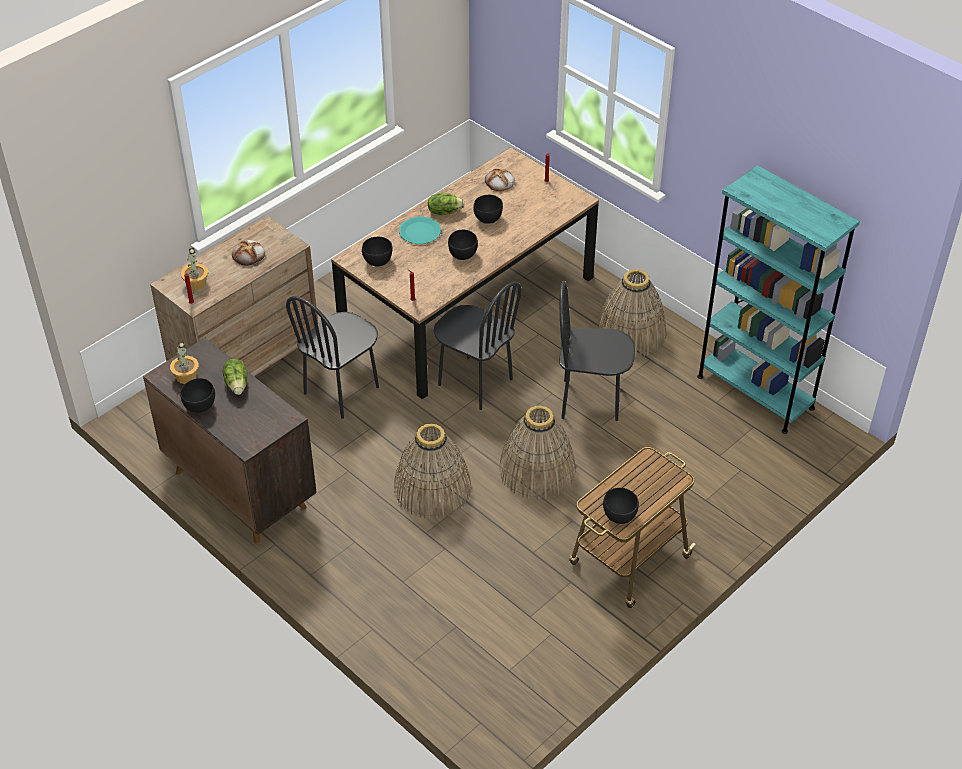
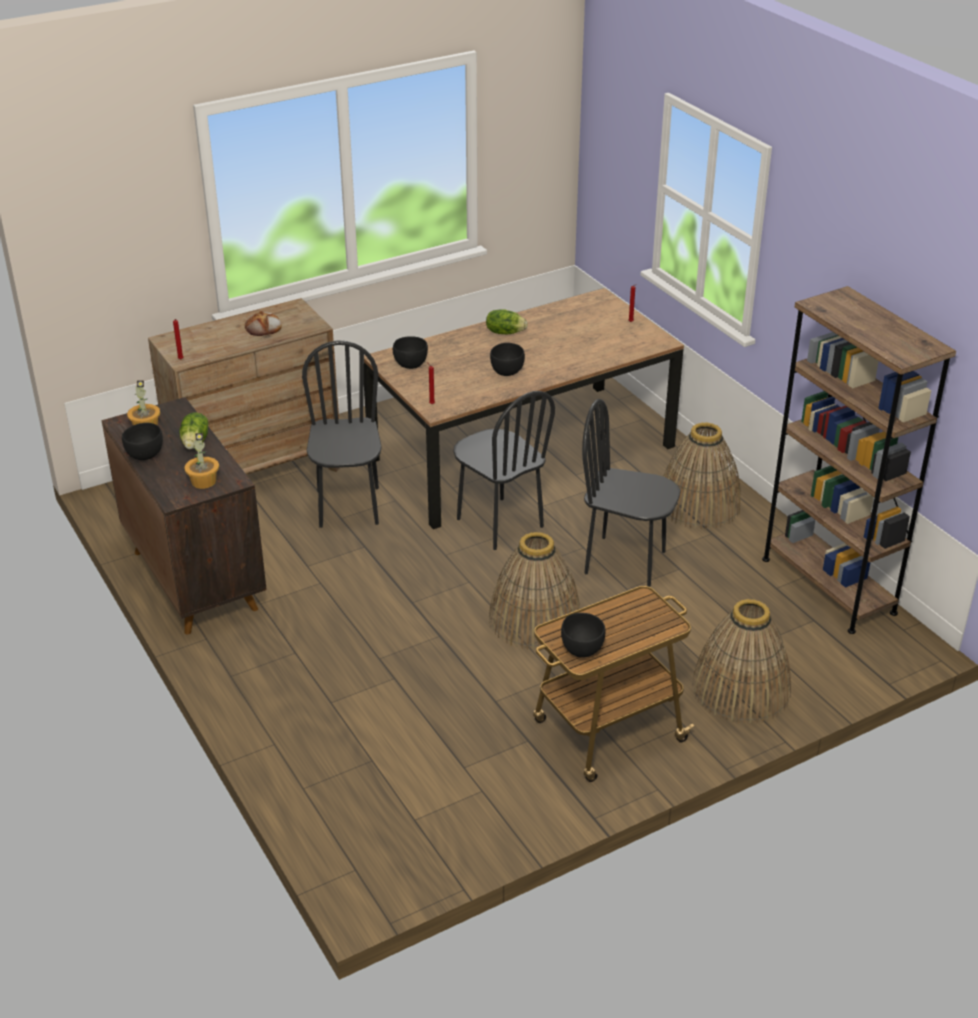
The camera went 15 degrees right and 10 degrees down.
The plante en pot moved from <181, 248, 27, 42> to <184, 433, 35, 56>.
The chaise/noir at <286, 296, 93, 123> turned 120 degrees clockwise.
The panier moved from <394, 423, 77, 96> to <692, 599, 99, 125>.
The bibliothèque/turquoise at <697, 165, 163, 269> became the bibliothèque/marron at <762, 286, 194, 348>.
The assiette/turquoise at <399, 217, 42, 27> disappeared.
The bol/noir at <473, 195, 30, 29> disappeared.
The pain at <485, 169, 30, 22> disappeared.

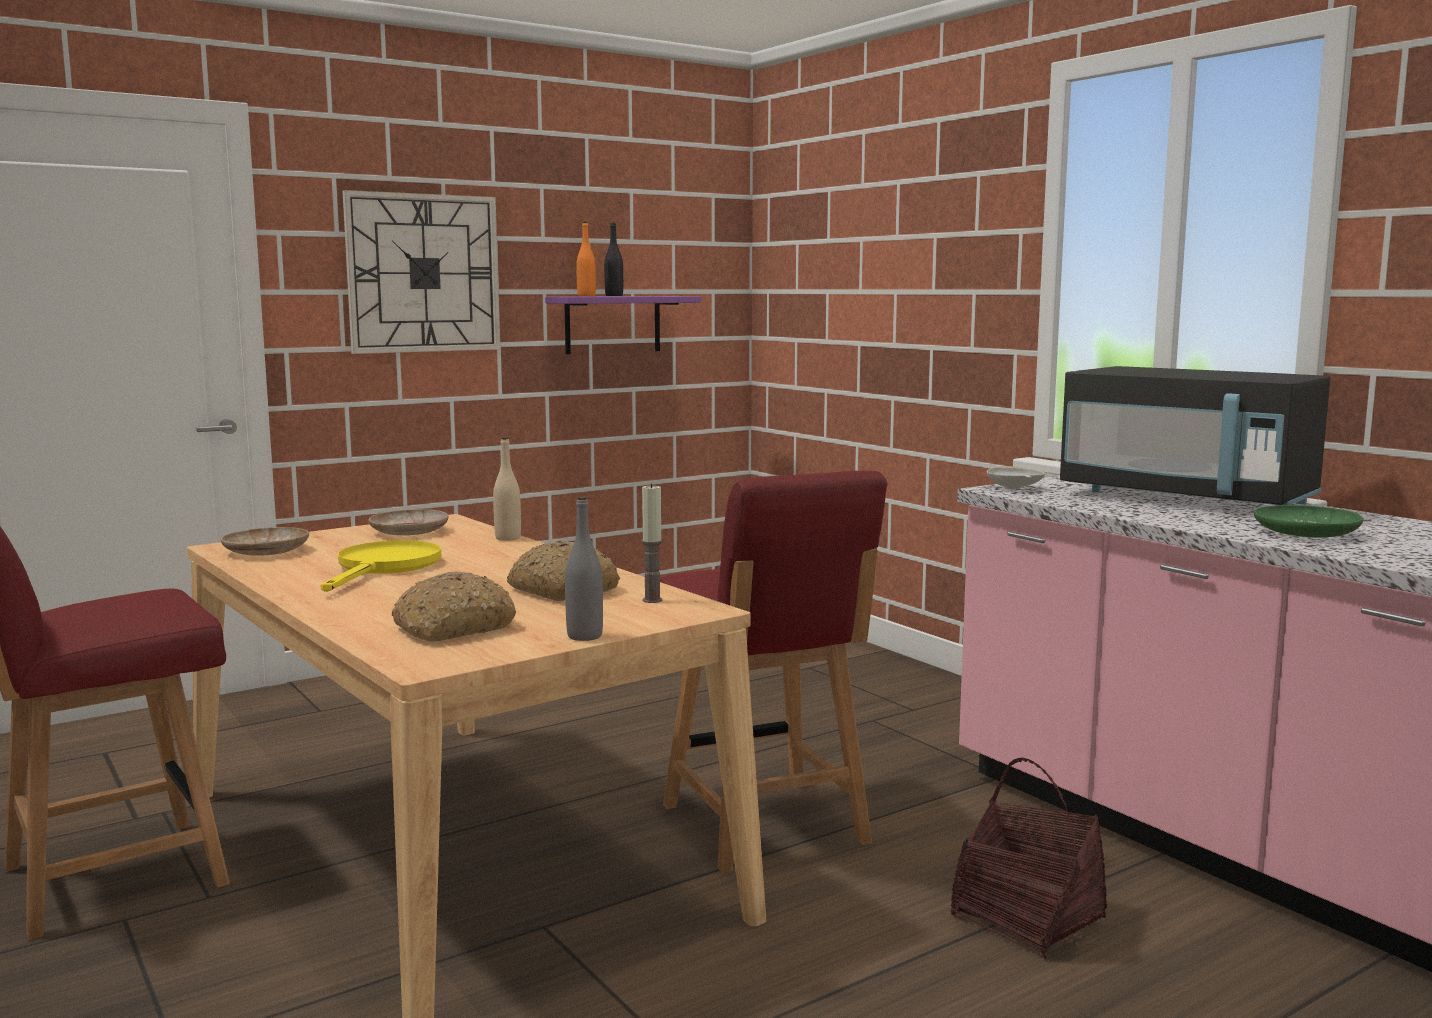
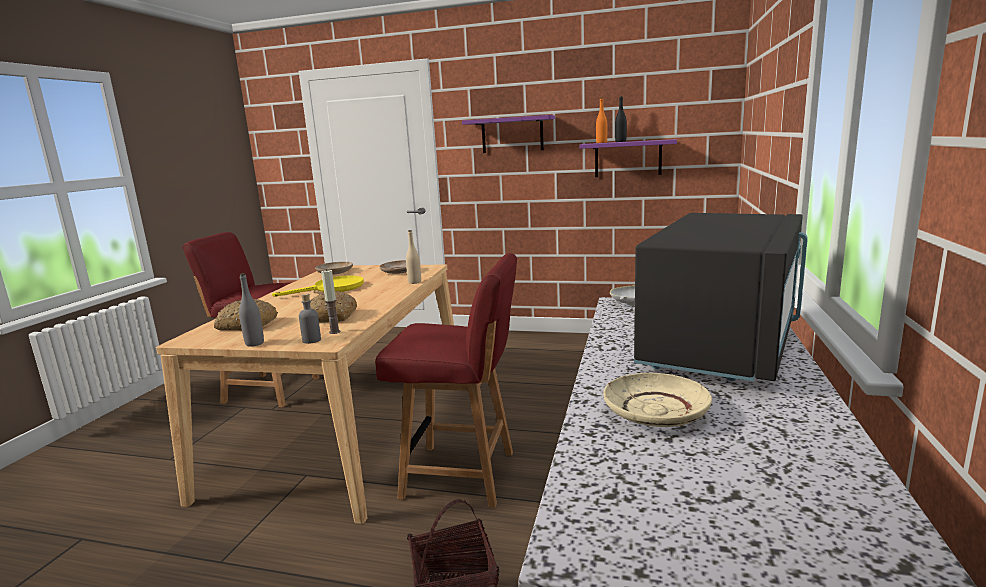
The camera went 50 degrees right and 5 degrees up.
The bouteille/gris at <299, 293, 22, 51> appeared.
The chaise/rouge at <660, 471, 227, 402> turned 105 degrees counterclockwise.
The horloge murale at <342, 190, 158, 164> was replaced by the étagère/violet at <462, 115, 93, 38>.
The assiette/vert at <1254, 505, 109, 33> became the assiette/beige at <603, 373, 109, 54>.
The micro-ondes/noir at <1060, 366, 270, 139> turned 150 degrees counterclockwise.

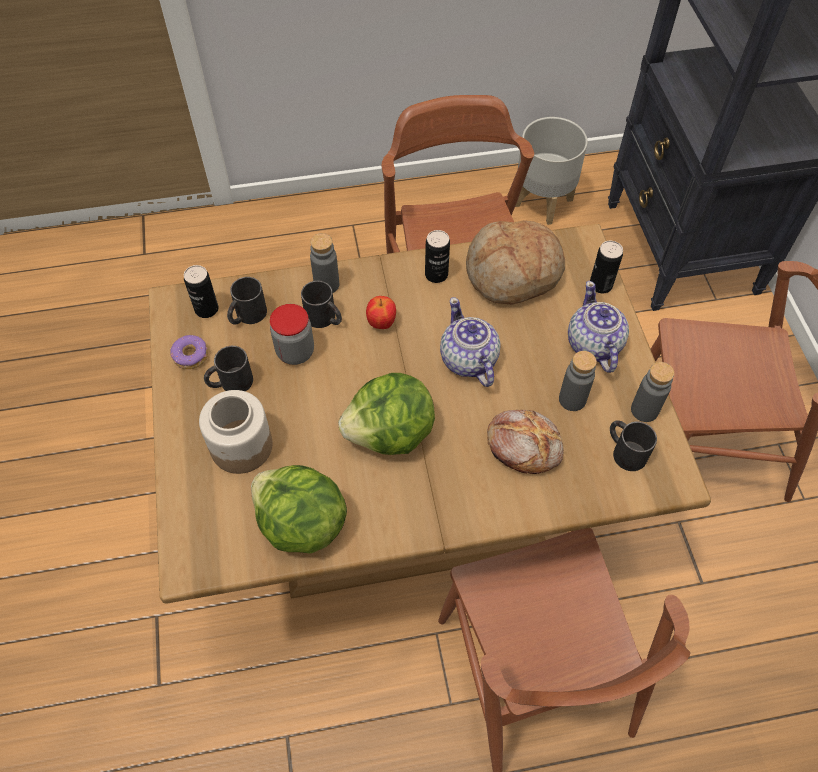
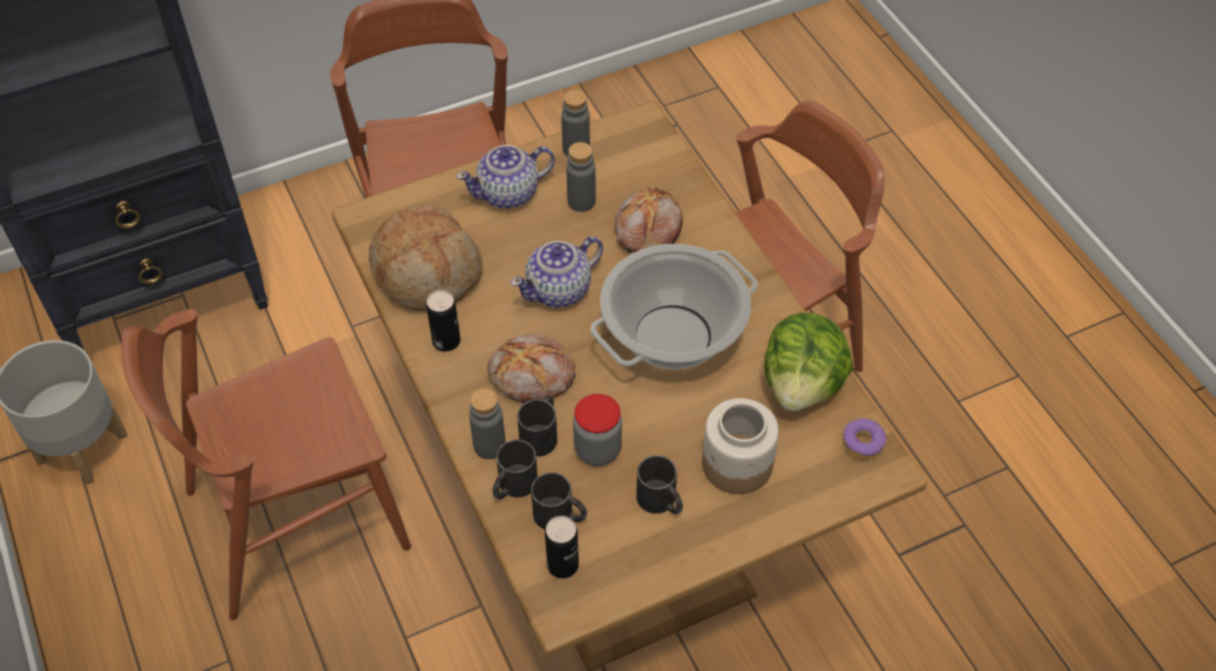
The camera went 105 degrees left and 5 degrees down.
The pomme at <366, 296, 30, 33> was replaced by the pain at <487, 334, 88, 69>.
The mug/noir moved from <610, 420, 47, 51> to <493, 439, 45, 60>.
The laitue at <338, 373, 97, 82> was replaced by the marmite at <590, 244, 168, 125>.
The beignet moved from <170, 335, 38, 34> to <842, 418, 45, 42>.
The boîte métallique at <590, 241, 33, 52> disappeared.

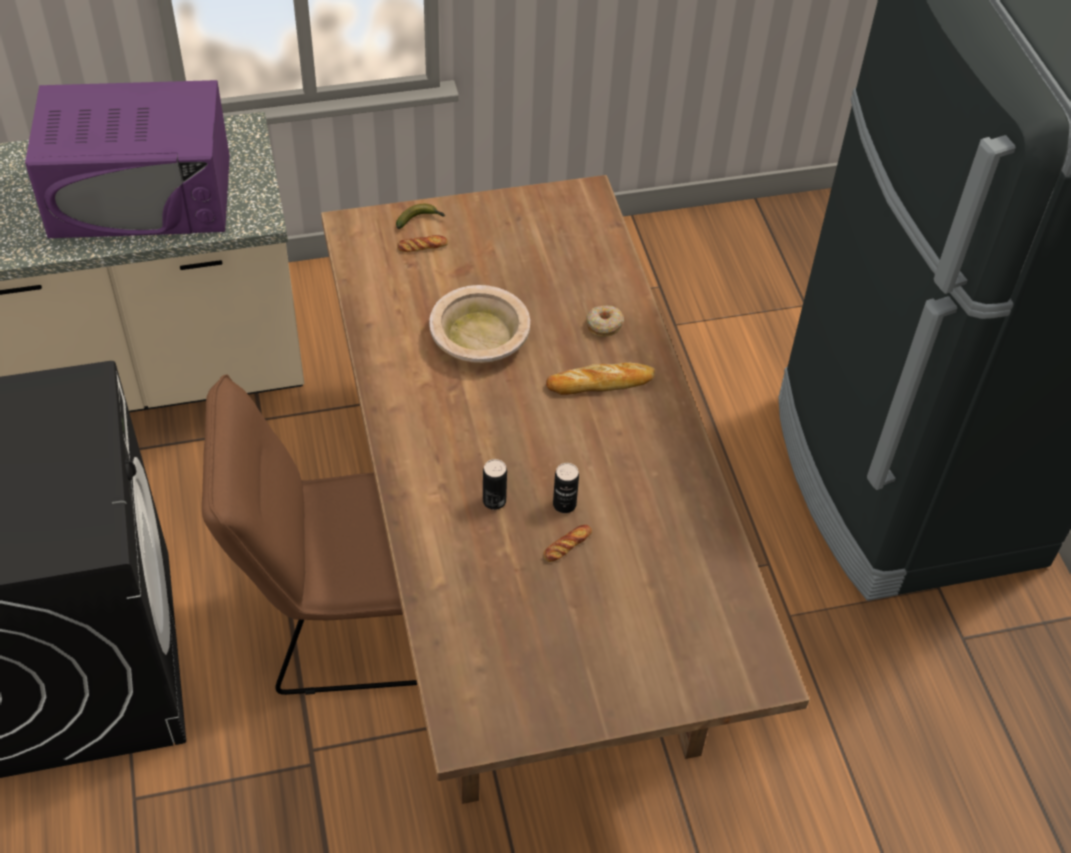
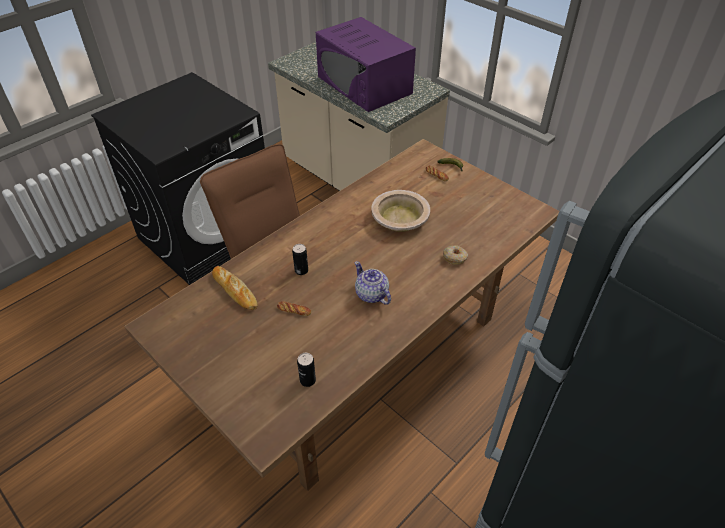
The camera went 60 degrees right and 5 degrees down.
The pain moved from <546, 363, 109, 32> to <212, 266, 46, 44>.
The boîte métallique moved from <553, 463, 26, 50> to <297, 353, 19, 34>.
The théière at <355, 261, 36, 44> appeared.

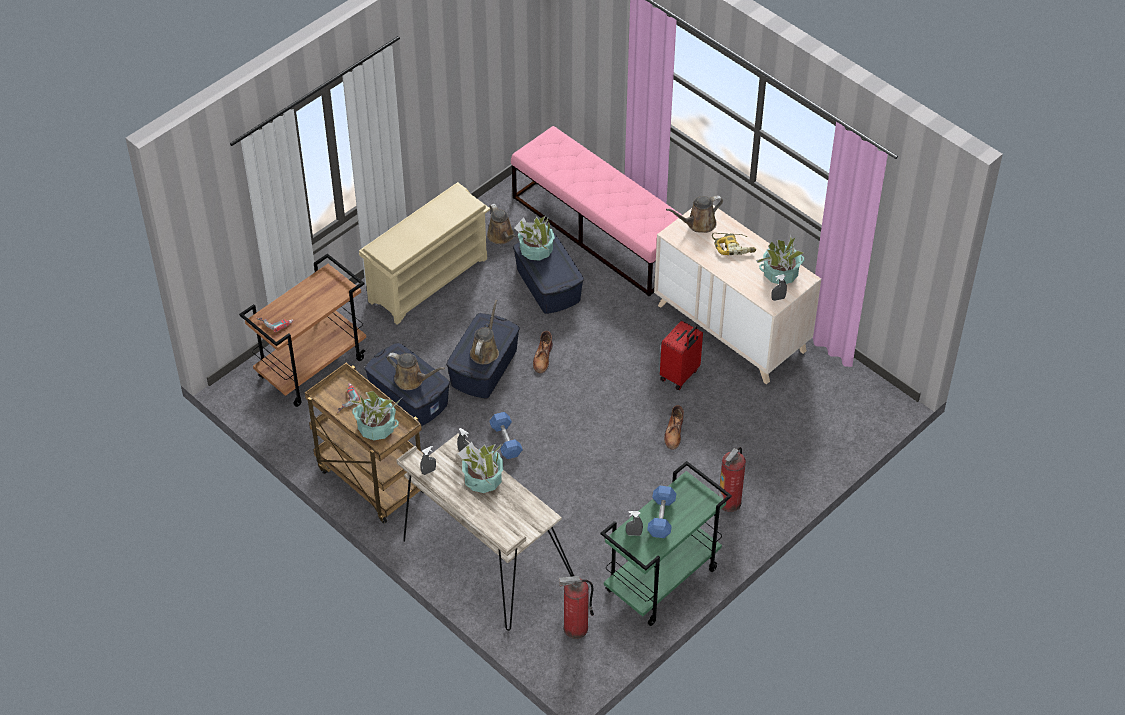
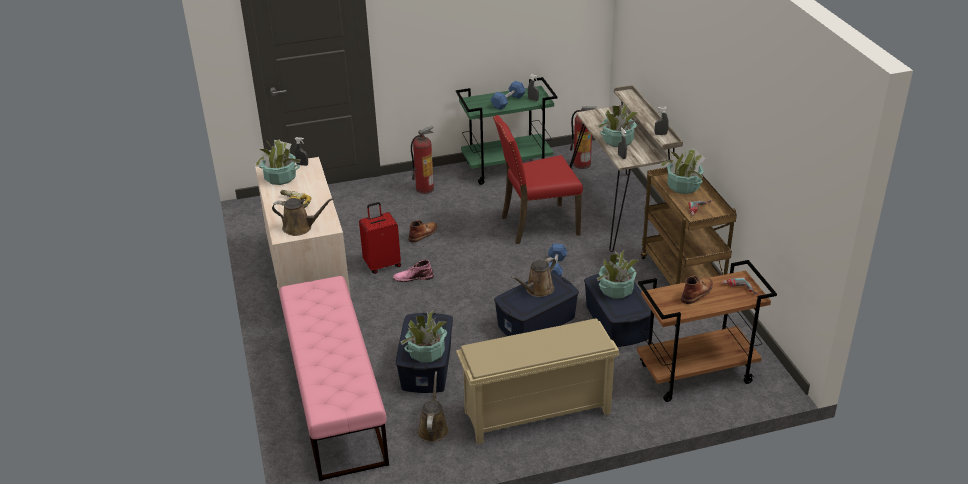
The camera went 150 degrees left and 15 degrees down.
The botte/rose at <393, 260, 41, 22> appeared.
The chaise/rouge at <493, 115, 90, 129> appeared.
The arrosoir/marron at <387, 353, 58, 37> was replaced by the plante en pot at <597, 250, 42, 49>.
The botte/marron moved from <533, 331, 20, 42> to <681, 275, 32, 29>.

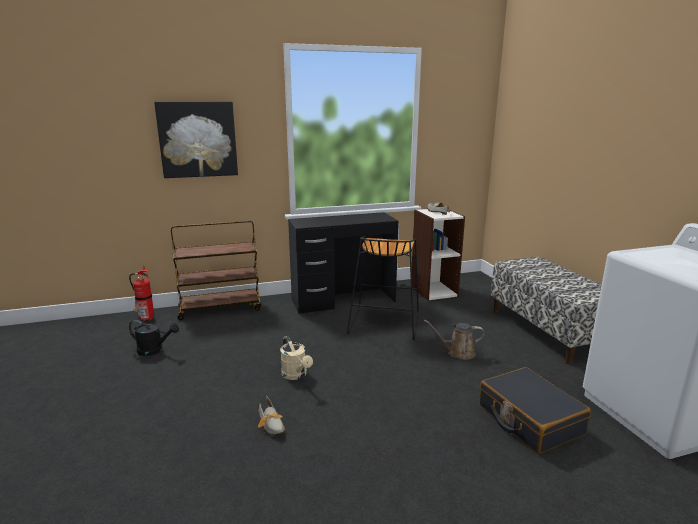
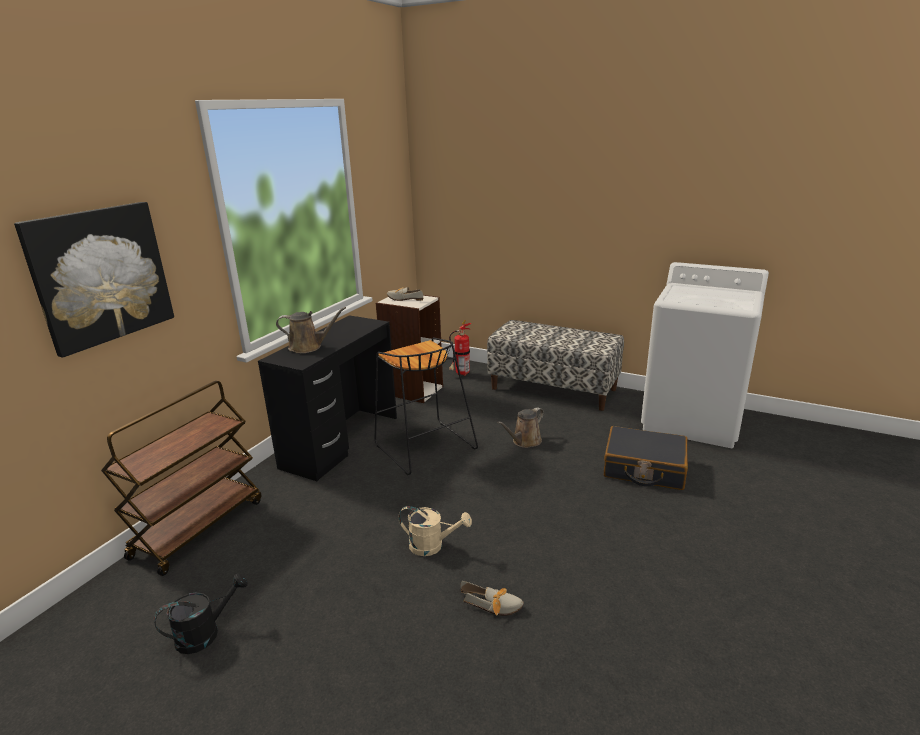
The camera went 45 degrees left and 5 degrees up.
The arrosoir/marron at <276, 307, 70, 46> appeared.
The extincteur moved from <129, 266, 25, 55> to <449, 320, 22, 56>.

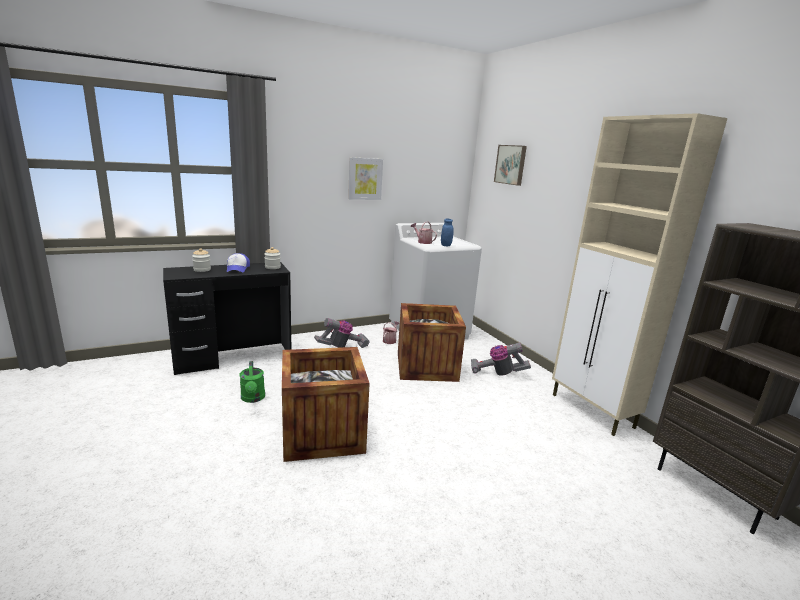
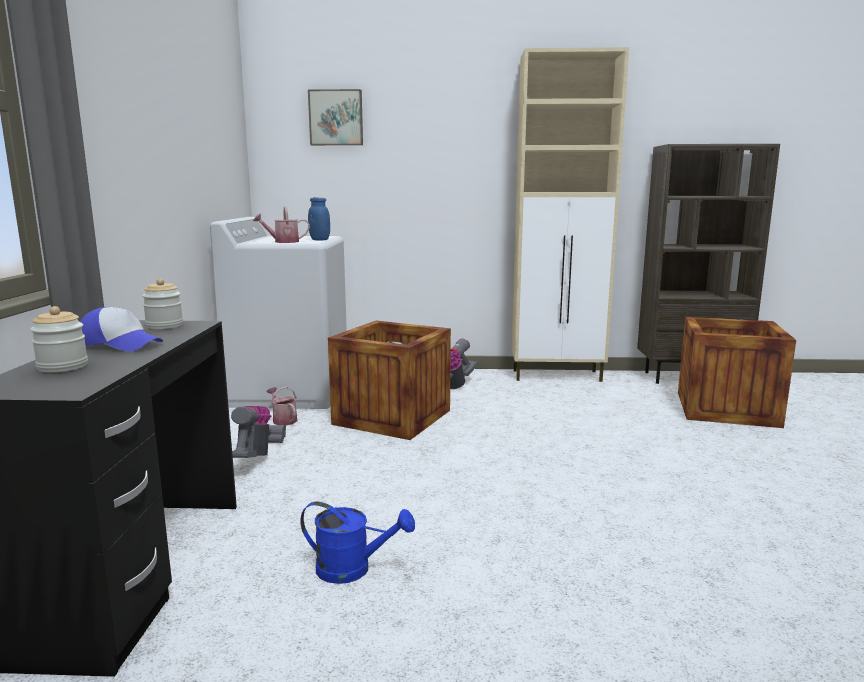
The camera went 60 degrees left and 5 degrees down.
The arrosoir/vert at <239, 361, 26, 42> became the arrosoir/bleu at <300, 501, 115, 83>.
The caisse moved from <282, 347, 88, 115> to <678, 317, 118, 111>.
The tableau at <348, 157, 35, 43> disappeared.

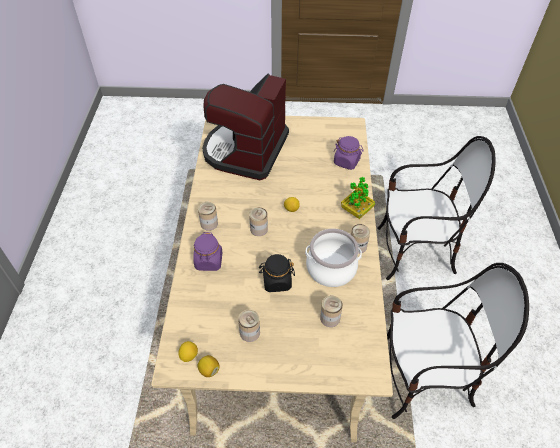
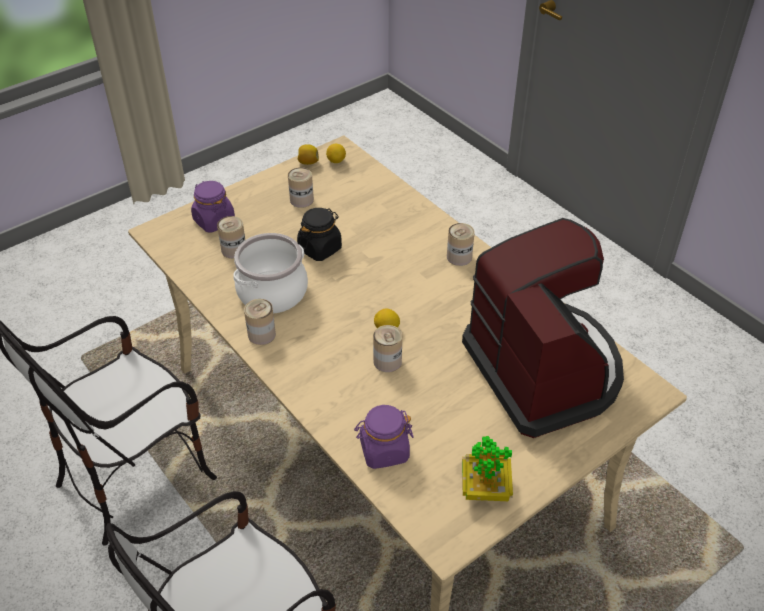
The camera went 140 degrees right and 5 degrees down.
The bocal/violet moved from <193, 232, 29, 39> to <191, 181, 44, 52>.
The boîte métallique moved from <249, 207, 19, 29> to <373, 325, 29, 47>.
The plante en pot moved from <341, 177, 34, 42> to <462, 436, 51, 65>.

